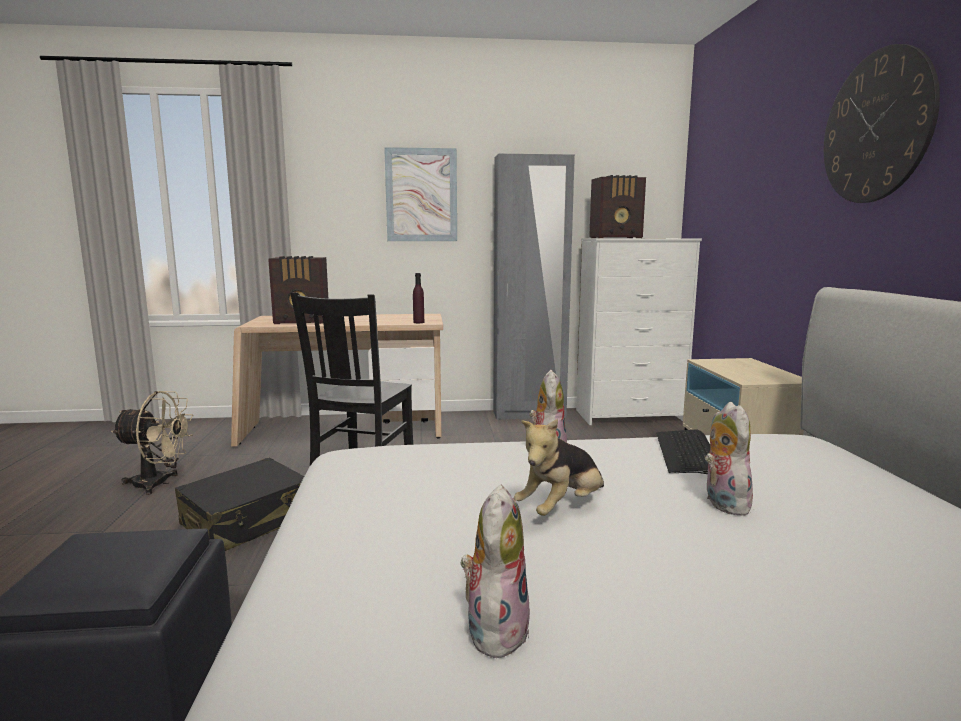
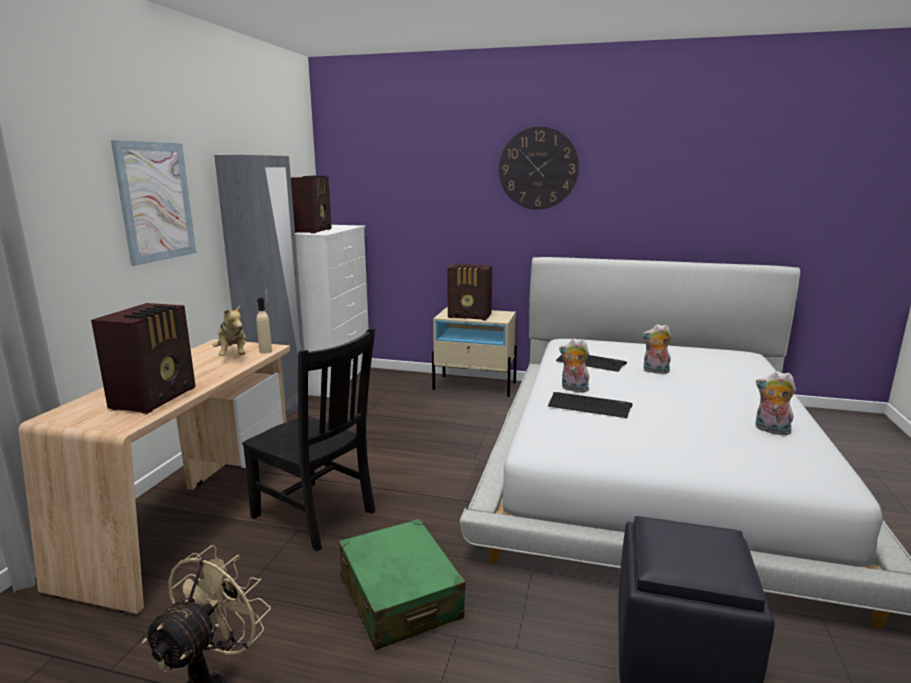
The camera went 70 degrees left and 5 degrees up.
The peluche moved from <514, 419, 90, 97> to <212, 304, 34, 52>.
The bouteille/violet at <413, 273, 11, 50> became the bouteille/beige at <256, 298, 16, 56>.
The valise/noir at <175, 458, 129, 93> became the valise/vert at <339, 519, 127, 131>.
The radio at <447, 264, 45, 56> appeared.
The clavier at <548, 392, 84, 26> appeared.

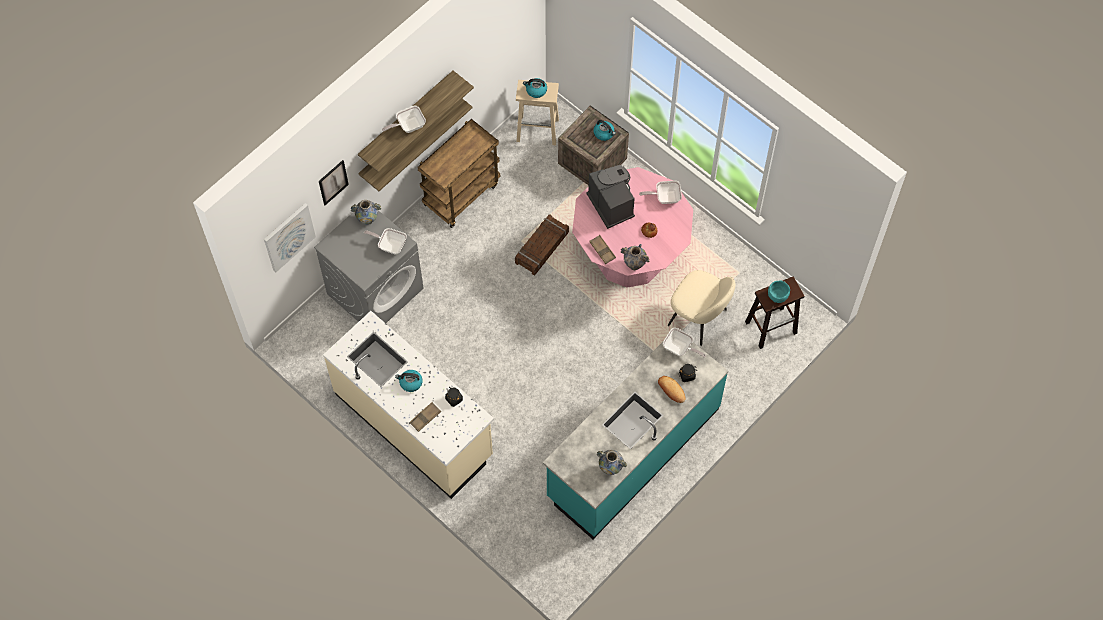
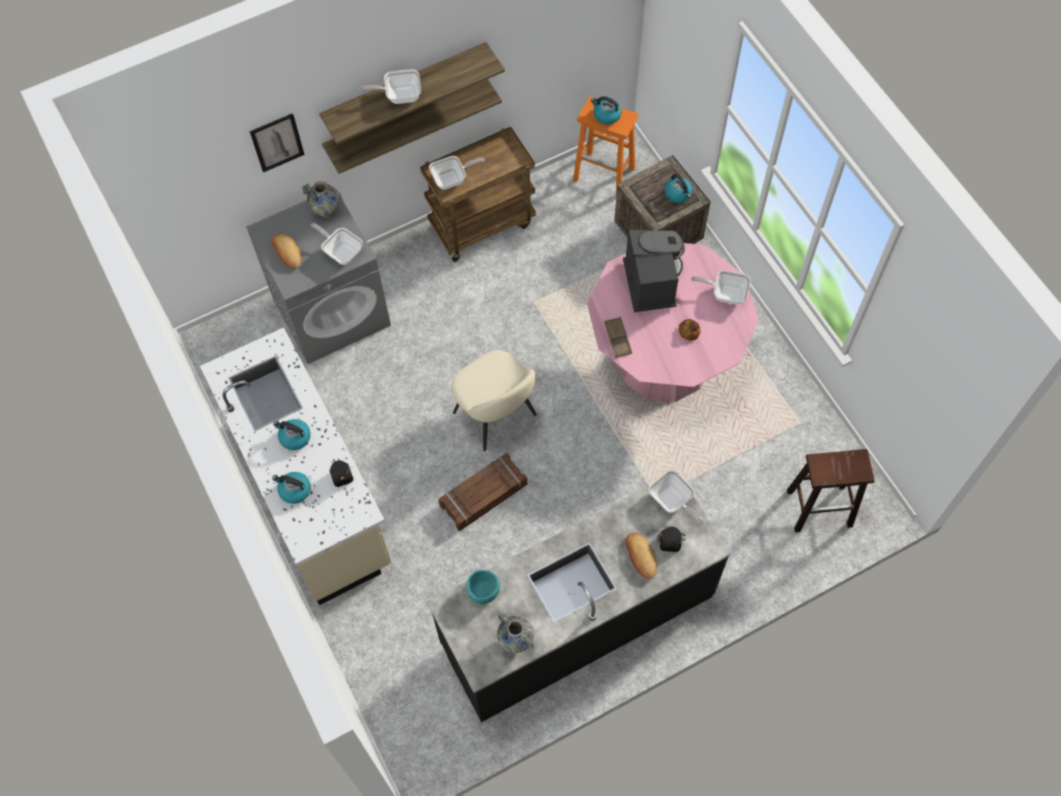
The camera went 20 degrees right and 0 degrees up.
The pain at <272, 233, 30, 35> appeared.
The plateau/marron at <409, 402, 32, 30> was replaced by the bouilloire at <272, 472, 39, 32>.
The comptoir de cuisine/turquoise at <543, 342, 185, 197> became the comptoir de cuisine/noir at <427, 486, 303, 236>.
The poêle at <429, 156, 56, 34> appeared.
The caisse moved from <515, 215, 54, 60> to <438, 453, 90, 78>.
The chaise/beige moved from <668, 270, 67, 76> to <451, 350, 86, 101>.
The bol/turquoise moved from <768, 281, 22, 22> to <466, 570, 34, 35>.
The tabouret/beige at <516, 80, 43, 65> became the tabouret/orange at <573, 97, 66, 99>.
The tableau at <264, 203, 52, 69> disappeared.
The vase at <621, 244, 29, 26> disappeared.

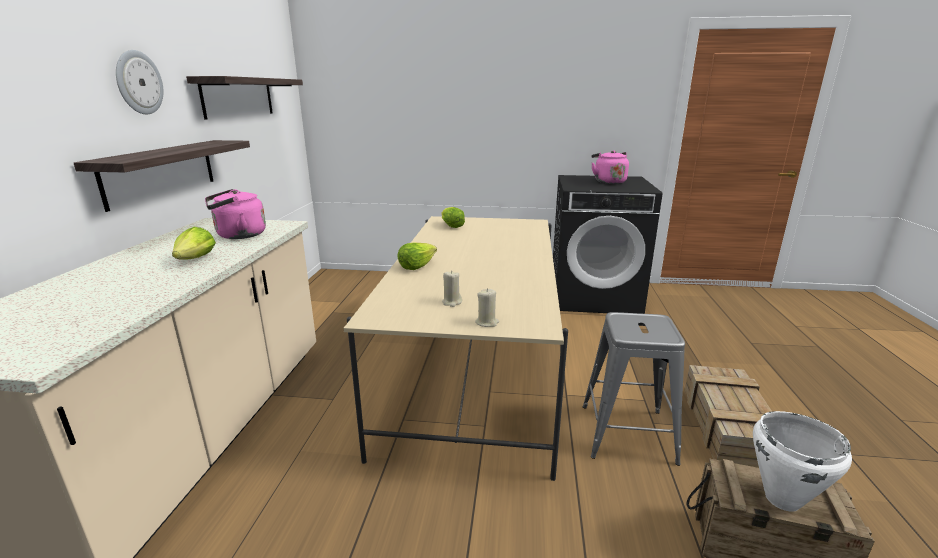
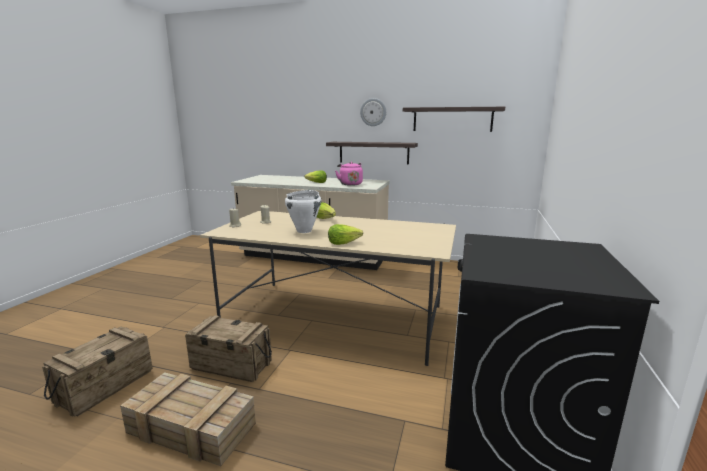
The camera went 100 degrees right and 5 degrees down.
The tabouret/gris at <583, 312, 102, 154> was replaced by the caisse at <185, 315, 87, 67>.
The marmite/blanc moved from <753, 411, 99, 101> to <285, 190, 36, 43>.
The laitue moved from <441, 207, 24, 21> to <328, 224, 35, 21>.
The bouilloire/rose at <592, 150, 37, 34> disappeared.

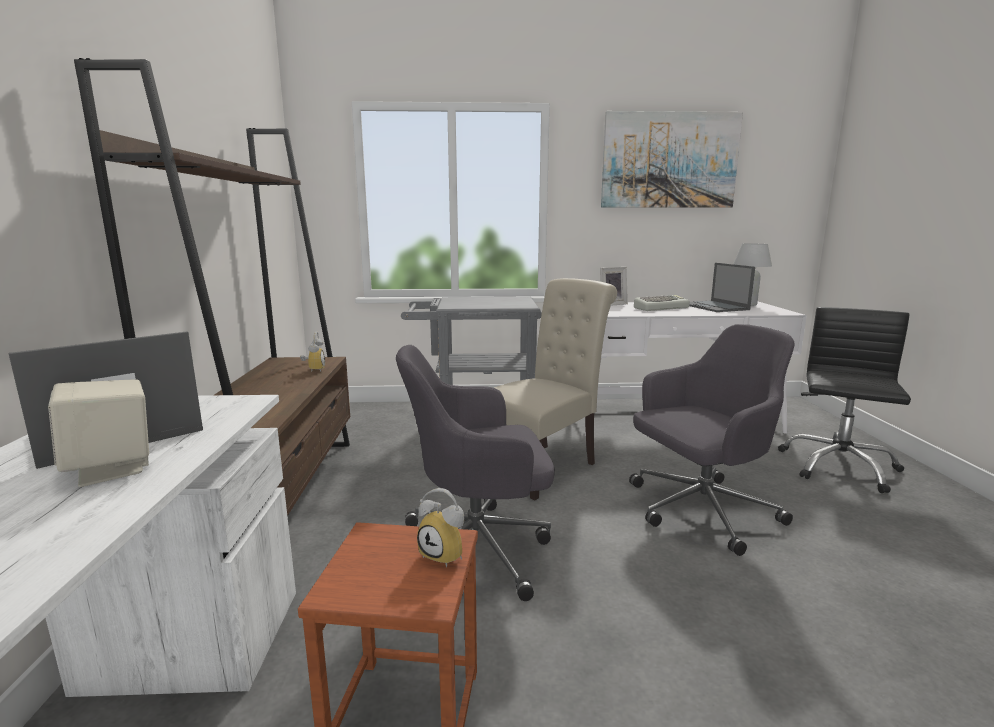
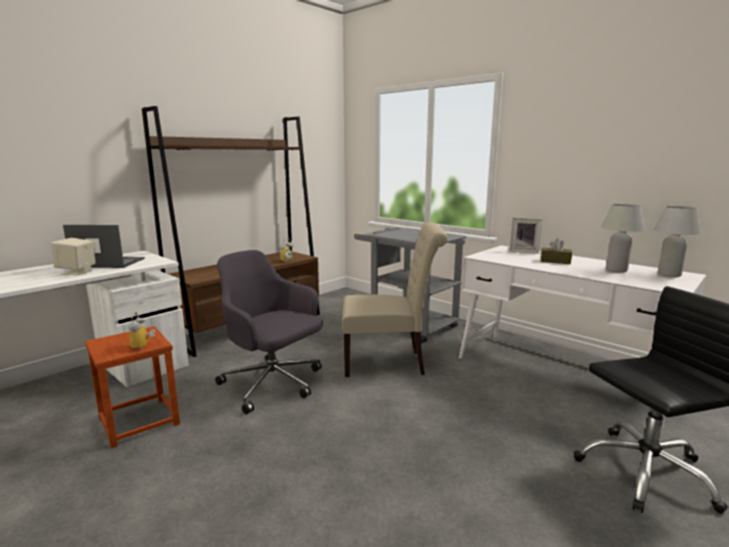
The camera went 45 degrees right and 0 degrees up.
The clavier at <634, 295, 56, 16> was replaced by the boîte à mouchoirs/marron at <541, 239, 31, 25>.
The ordinateur portable at <689, 263, 66, 49> was replaced by the lampe de table/blanc at <601, 204, 45, 68>.
The tableau at <601, 111, 142, 97> disappeared.
The chaise de bureau/gris at <629, 324, 166, 232> disappeared.

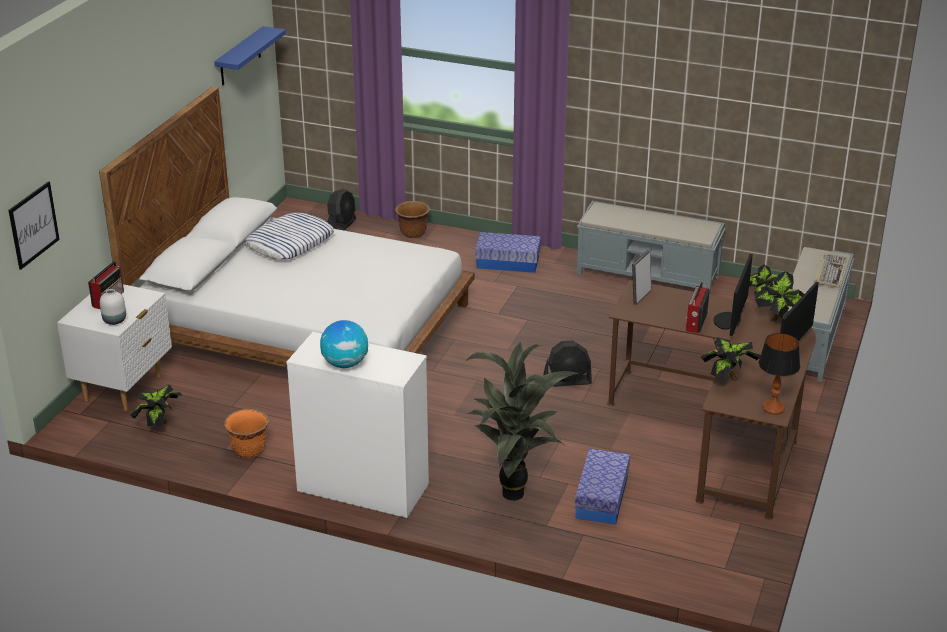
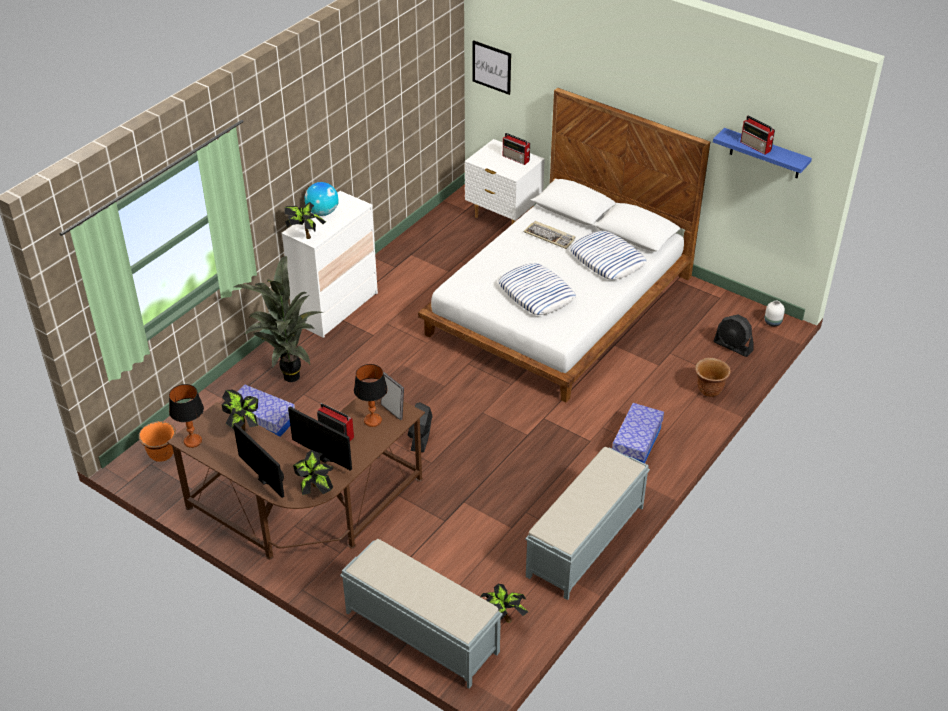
The camera went 105 degrees right and 10 degrees up.
The cache-pot/orange moved from <224, 409, 45, 49> to <139, 421, 37, 41>.
The plante en pot moved from <130, 384, 52, 42> to <285, 202, 41, 37>.
The lampe de table at <354, 364, 34, 63> appeared.
The coussin at <498, 263, 78, 52> appeared.
The clavier moved from <814, 253, 33, 35> to <524, 221, 51, 28>.
The radio at <740, 116, 35, 38> appeared.
The vase/blanc moved from <100, 289, 26, 36> to <764, 301, 21, 25>.

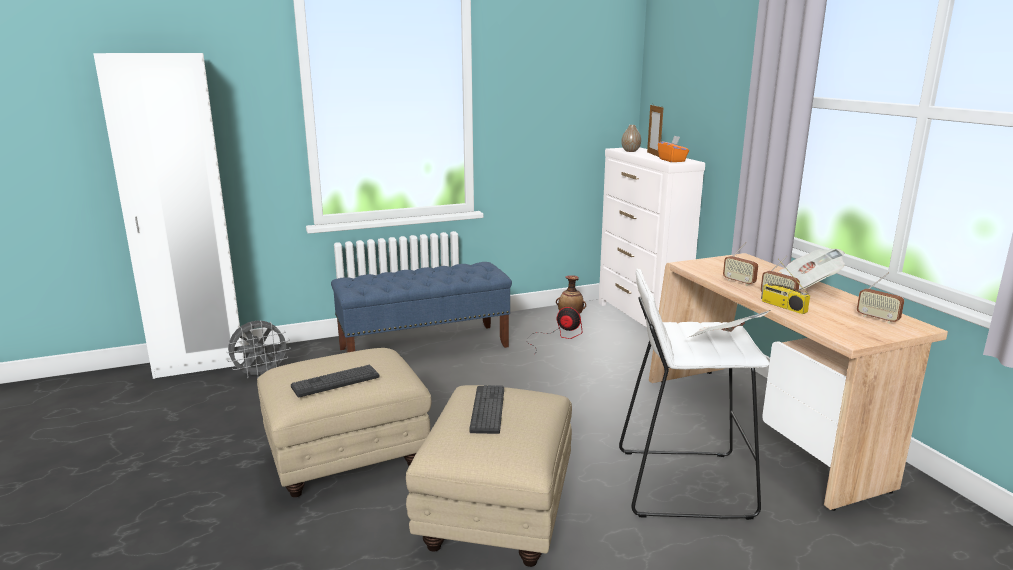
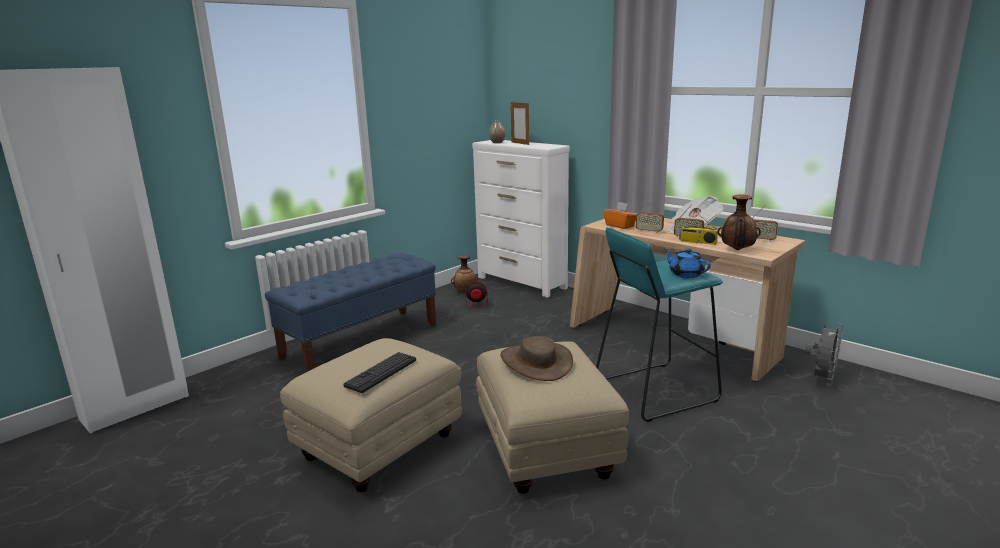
The camera went 25 degrees left and 0 degrees up.
The clavier at <469, 385, 35, 49> was replaced by the chapeau/marron at <500, 336, 73, 45>.
The tabouret/blanc at <619, 269, 151, 251> became the tabouret/turquoise at <596, 228, 127, 194>.
The boîte à mouchoirs/orange moved from <658, 135, 31, 27> to <603, 202, 34, 27>.
The journal at <689, 310, 82, 27> was replaced by the théière/bleu at <664, 249, 47, 29>.
The vase at <717, 195, 44, 55> appeared.
The ventilateur/gris moved from <227, 320, 64, 59> to <805, 323, 38, 63>.

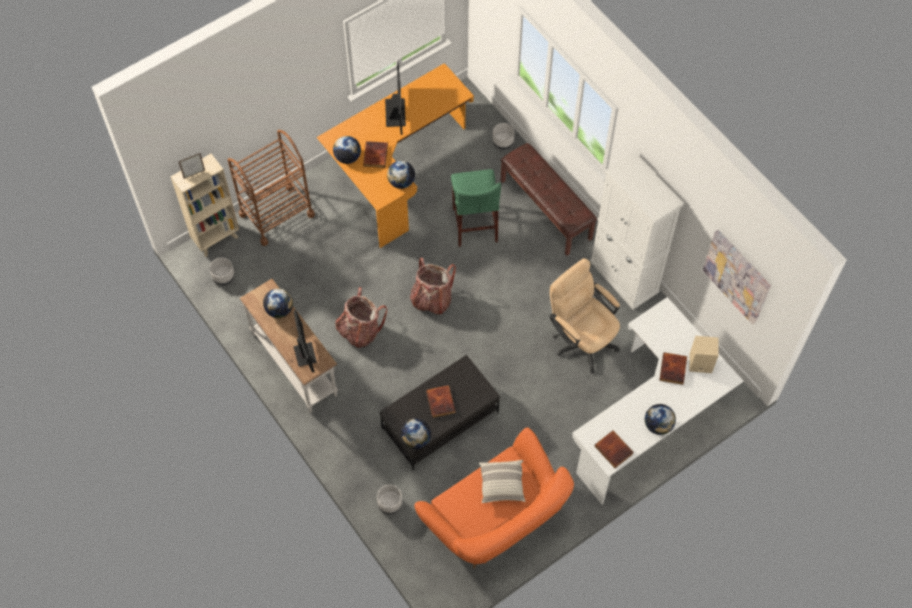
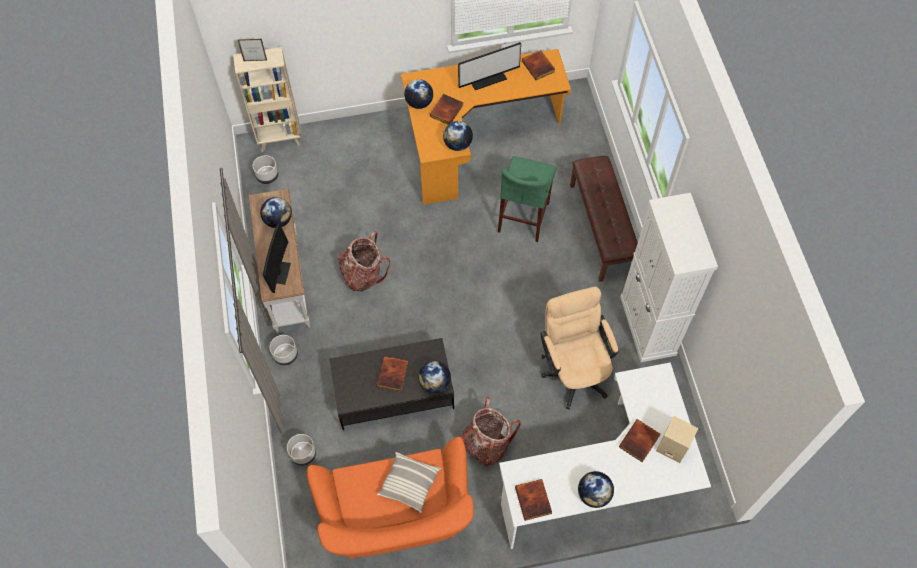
The camera went 25 degrees right and 0 degrees up.
The cache-pot/gris moved from <492, 123, 23, 27> to <270, 335, 28, 31>.
The globe moved from <401, 418, 30, 31> to <418, 361, 33, 32>.
The écran d'ordinateur at <385, 62, 21, 73> turned 45 degrees clockwise.
The sac à dos moved from <410, 258, 46, 57> to <461, 397, 60, 69>.
The livre at <522, 50, 33, 30> appeared.
The chariot/marron at <227, 130, 88, 116> disappeared.
The tableau at <702, 230, 69, 95> disappeared.

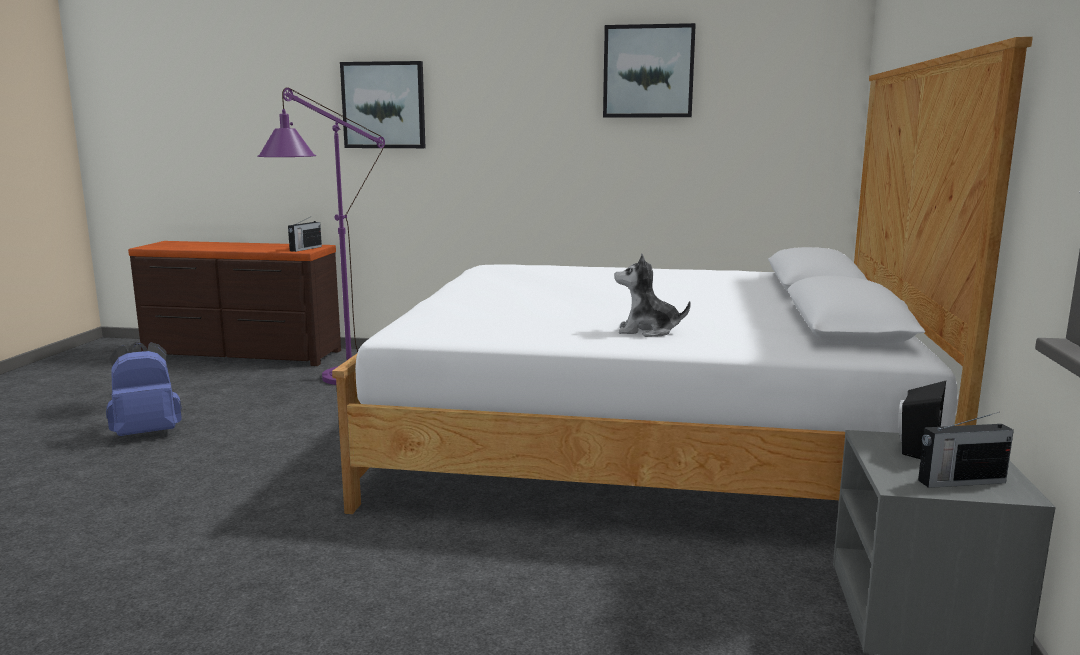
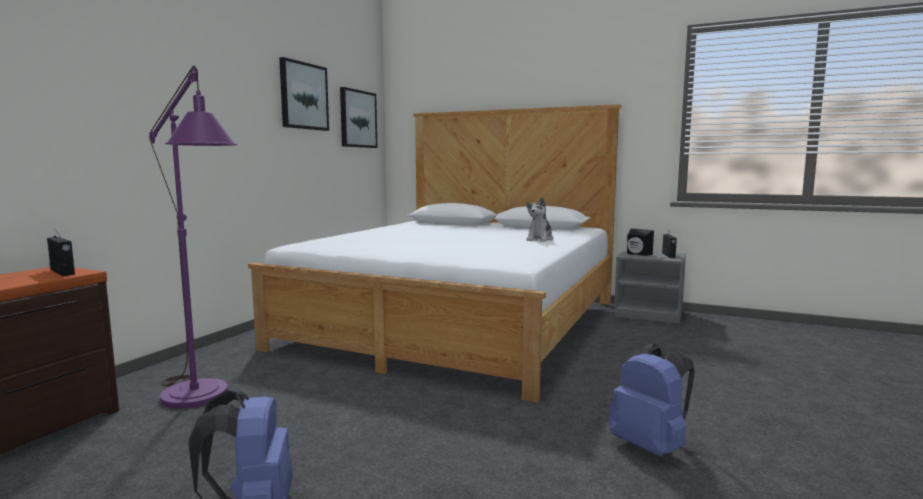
The camera went 75 degrees left and 5 degrees down.
The tableau moved from <340, 61, 86, 87> to <340, 87, 37, 61>.
The sac à dos/bleu at <608, 344, 87, 113> appeared.

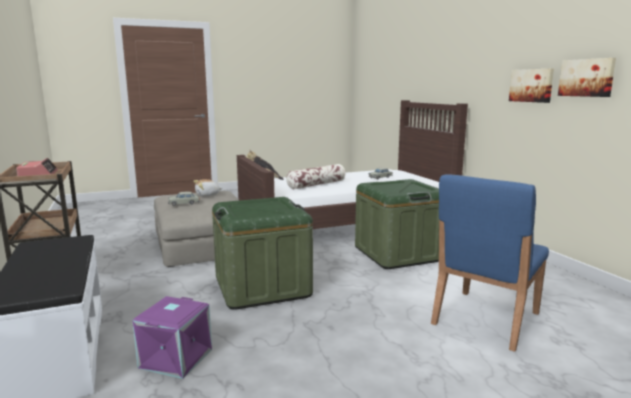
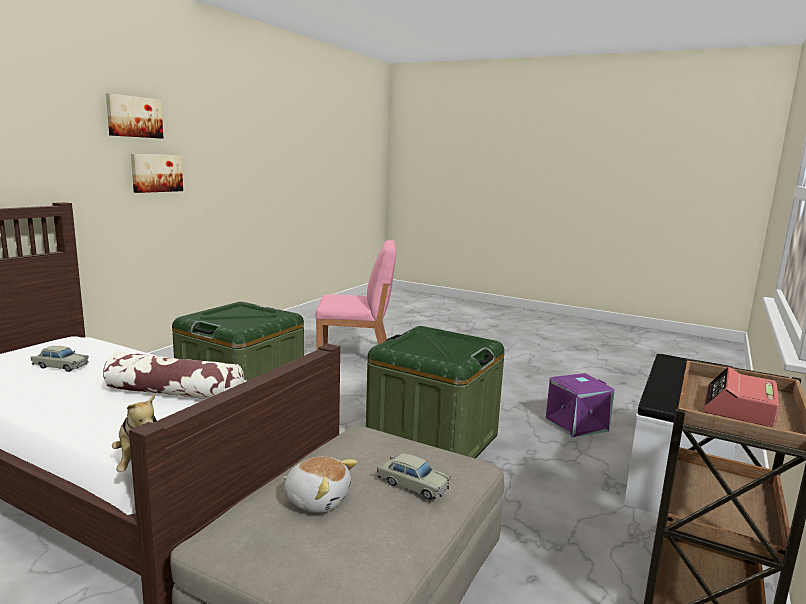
The camera went 130 degrees left and 0 degrees up.
The tableau moved from <558, 58, 58, 39> to <106, 93, 58, 46>.
The chaise/bleu at <431, 174, 118, 178> became the chaise/rose at <315, 240, 81, 110>.

